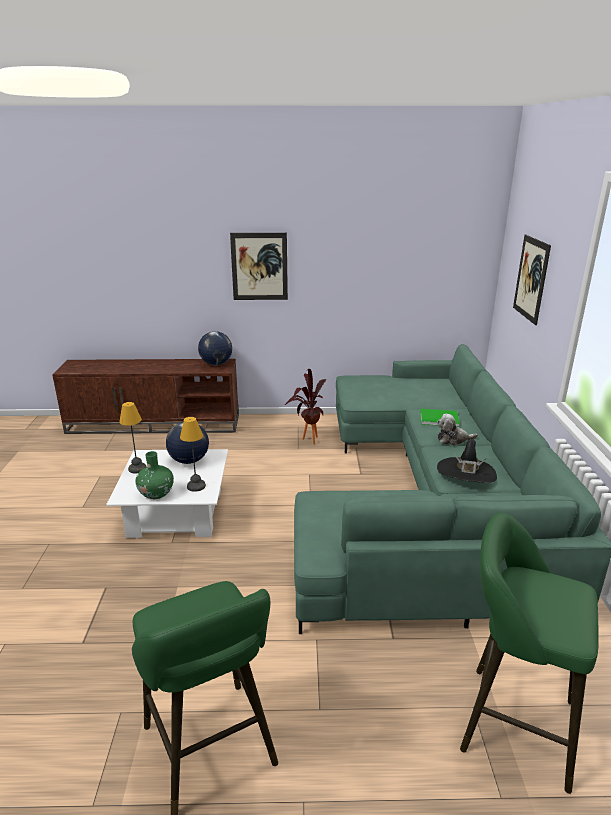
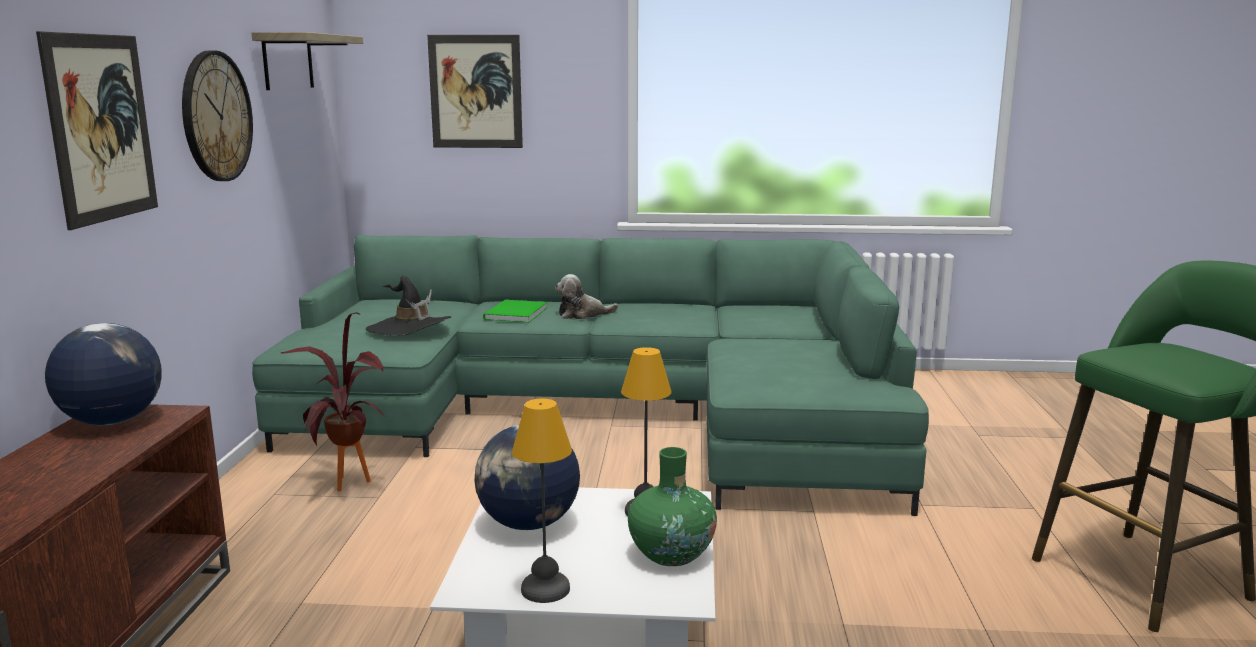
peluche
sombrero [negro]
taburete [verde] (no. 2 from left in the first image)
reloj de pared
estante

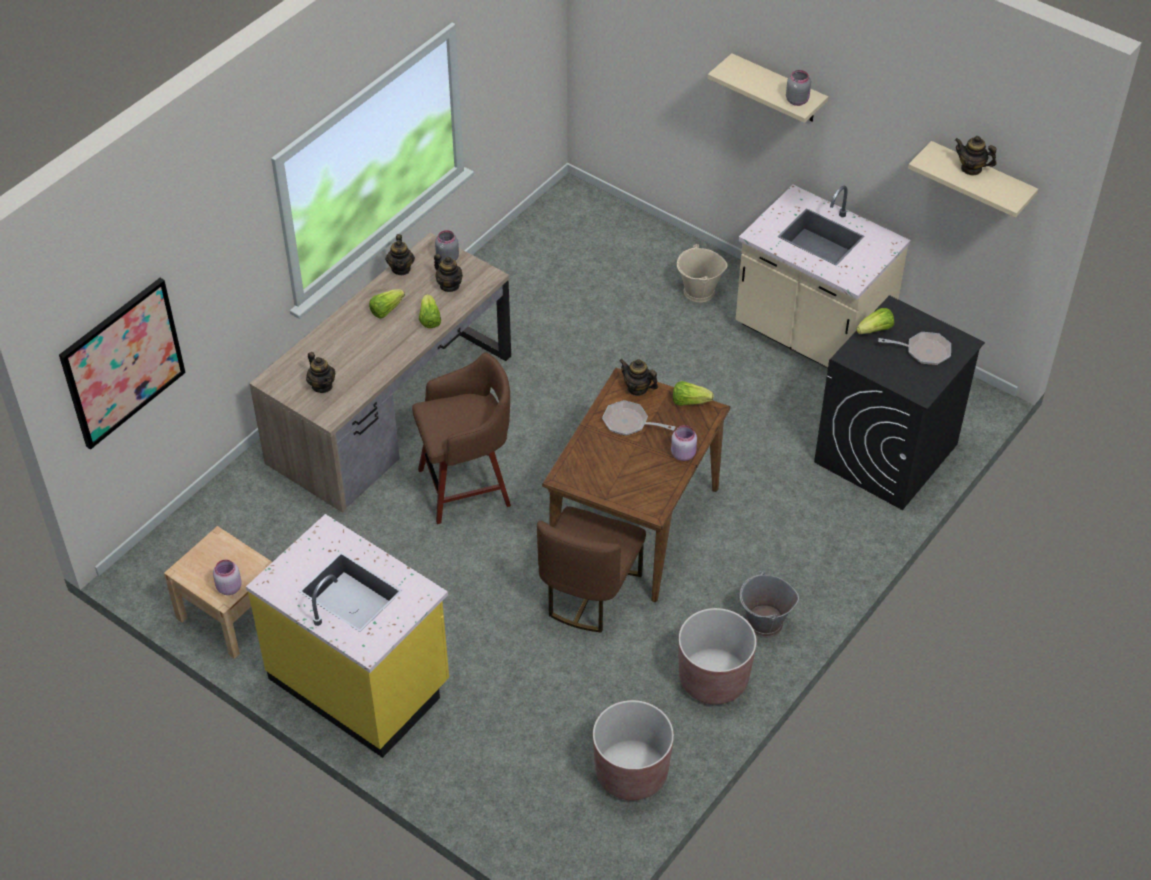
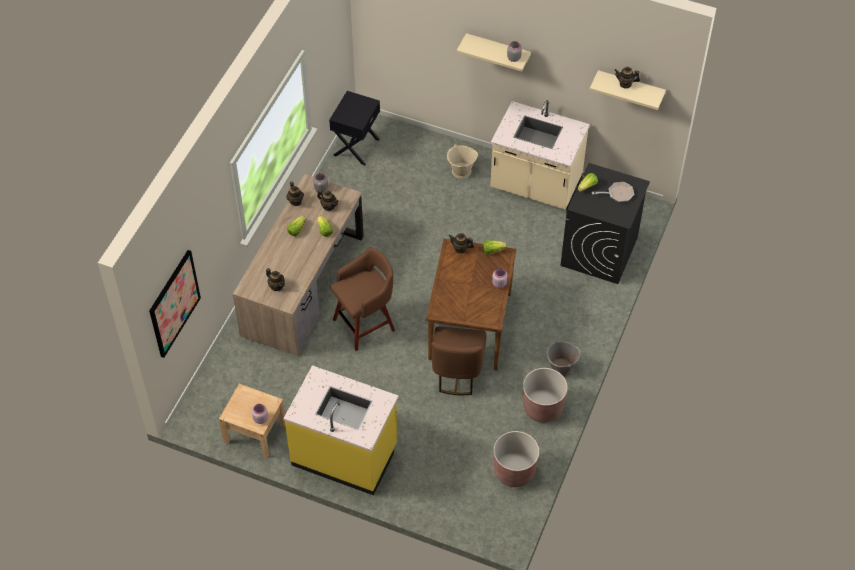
sartén (no. 1 from left in the first image)
mesita de noche [negro]

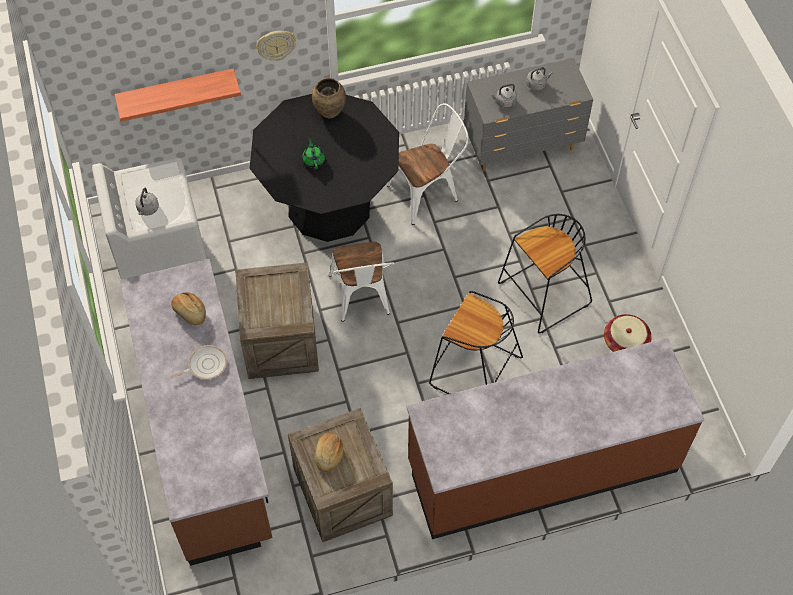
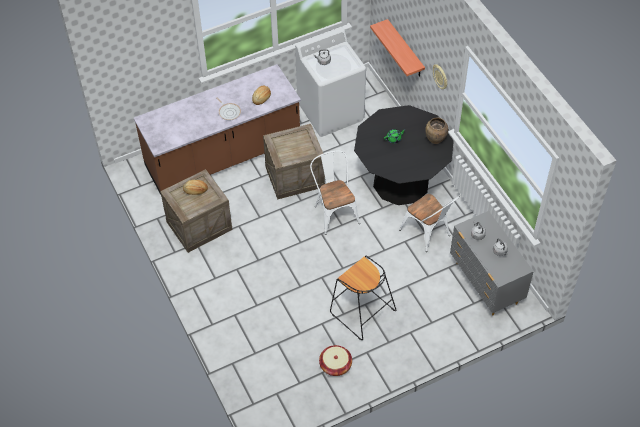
silla [blanco] (no. 1 from left)
mueble bajo de cocina [marrón] (no. 2 from left in the first image)
taburete [negro] (no. 1 from left in the first image)

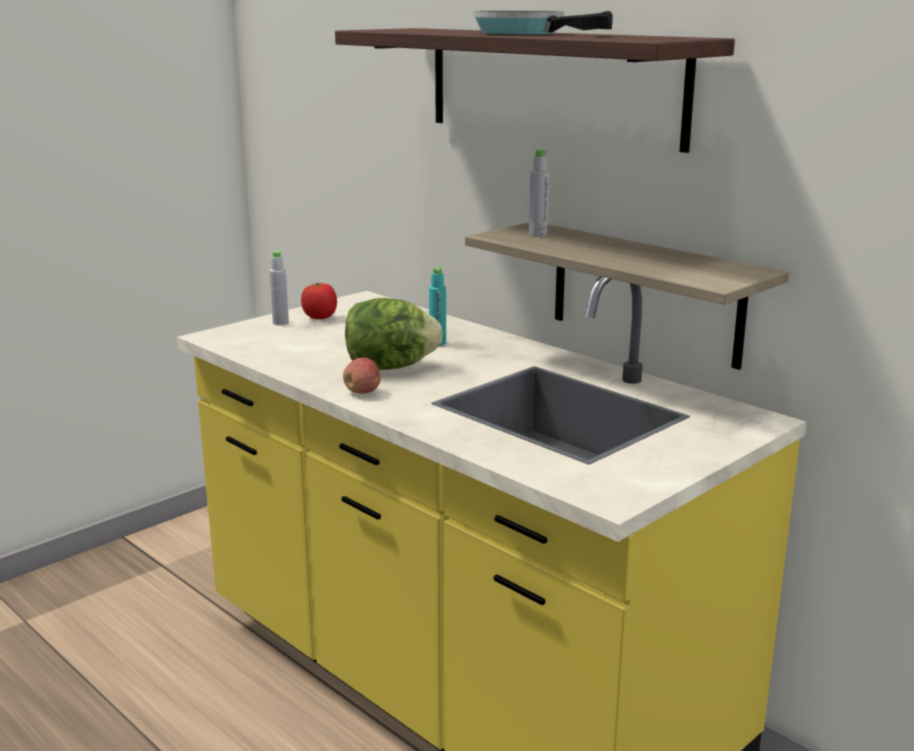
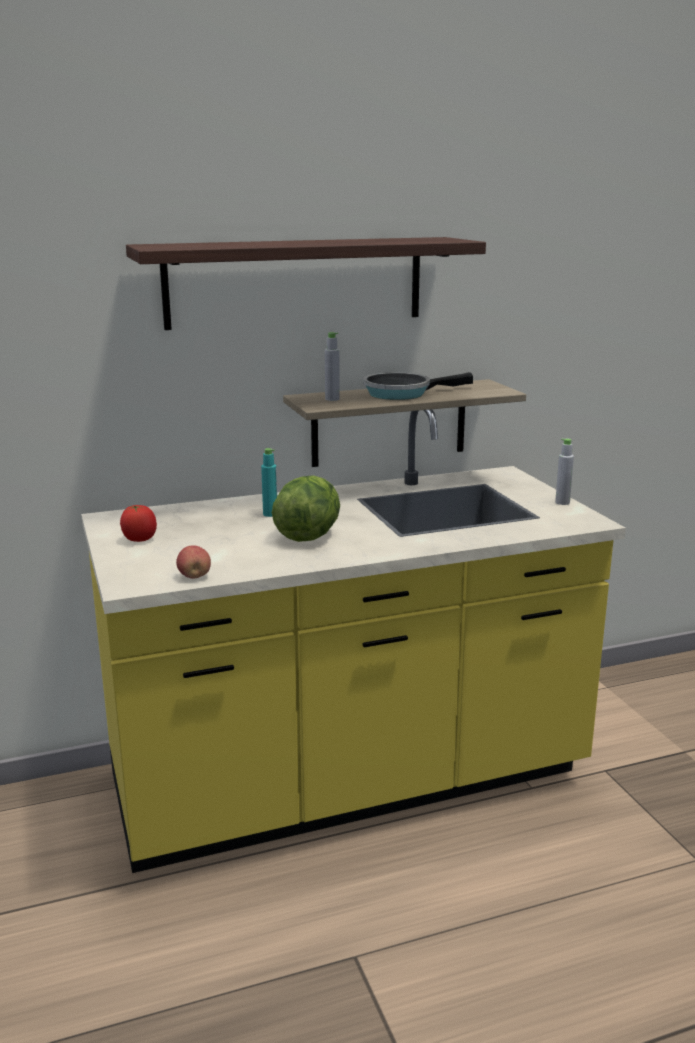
botella [gris] (no. 2 from left)
manzana
sartén

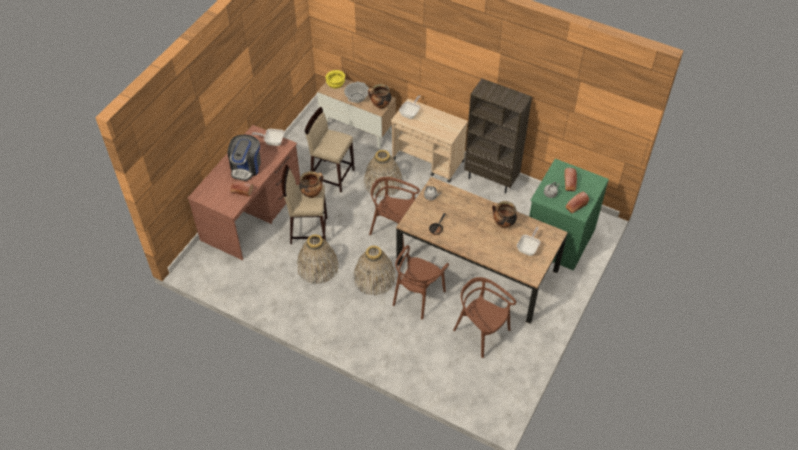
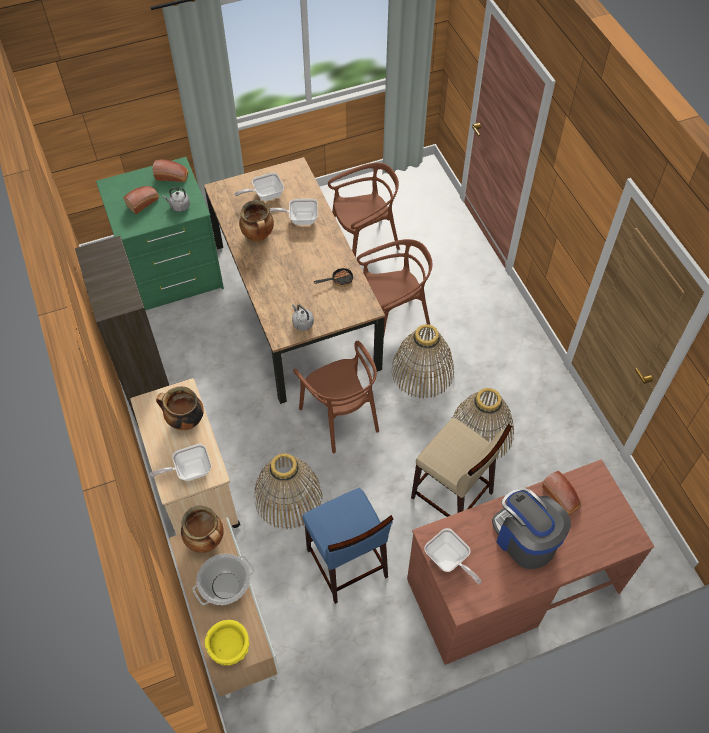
cafetera
olla (no. 1 from left)
taburete [azul]
silla [marrón] (no. 2 from left)
sartén (no. 3 from left)

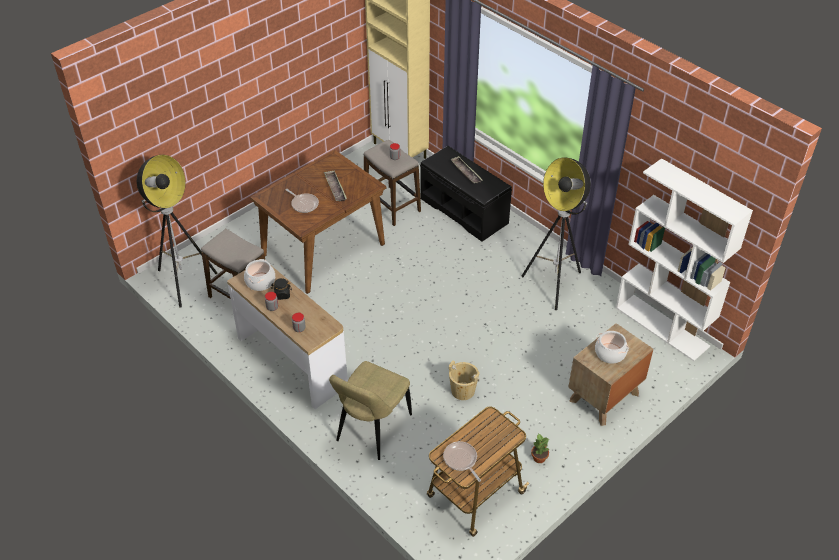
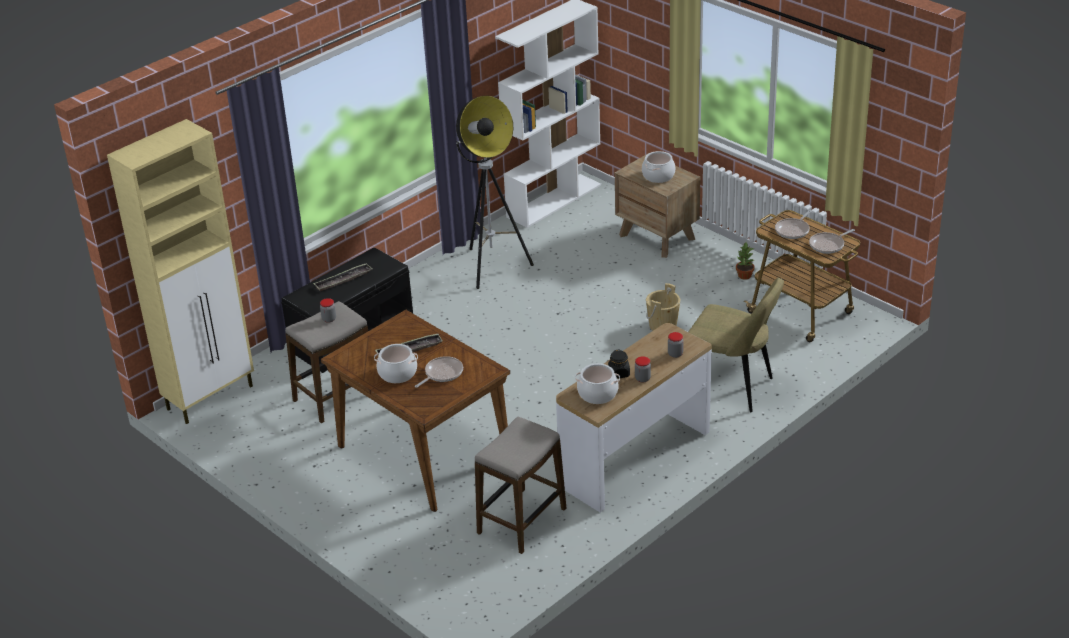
lámpara de pie (no. 1 from left in the first image)
olla (no. 1 from left)
sartén (no. 2 from left)

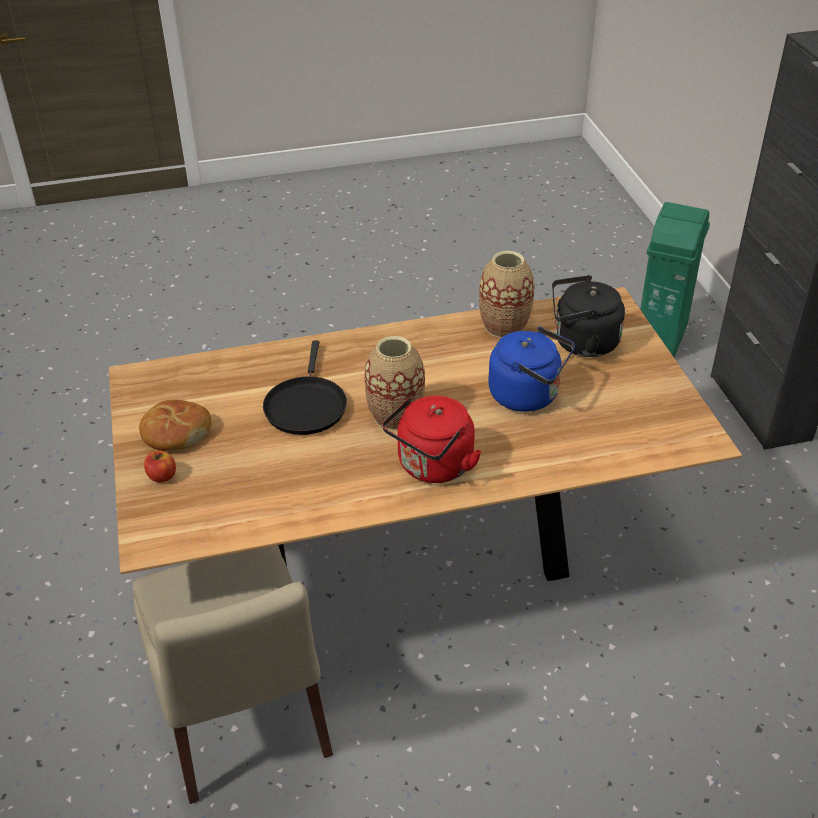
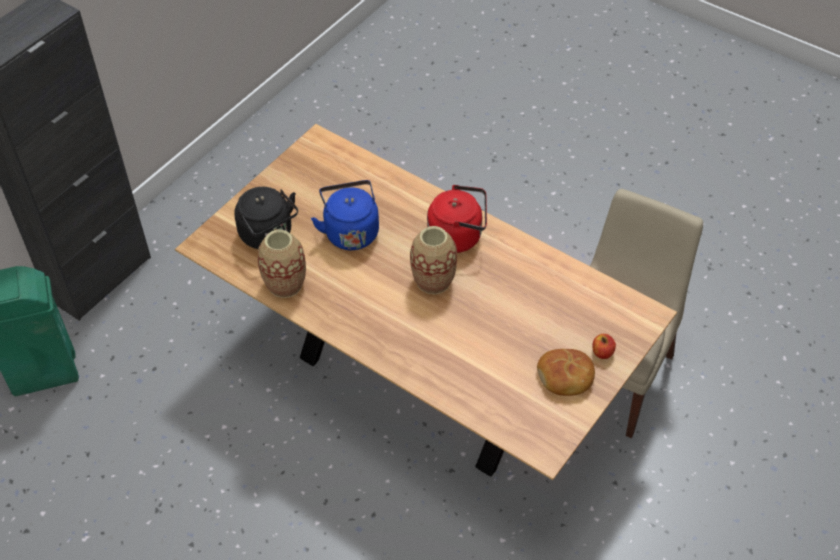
sartén [negro]

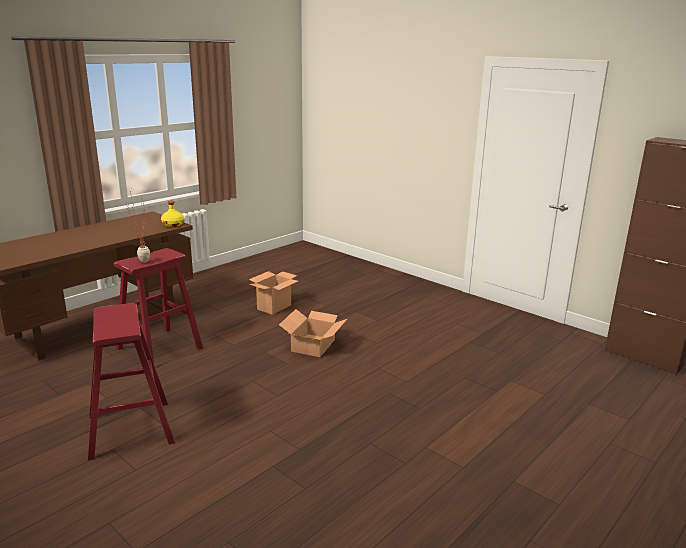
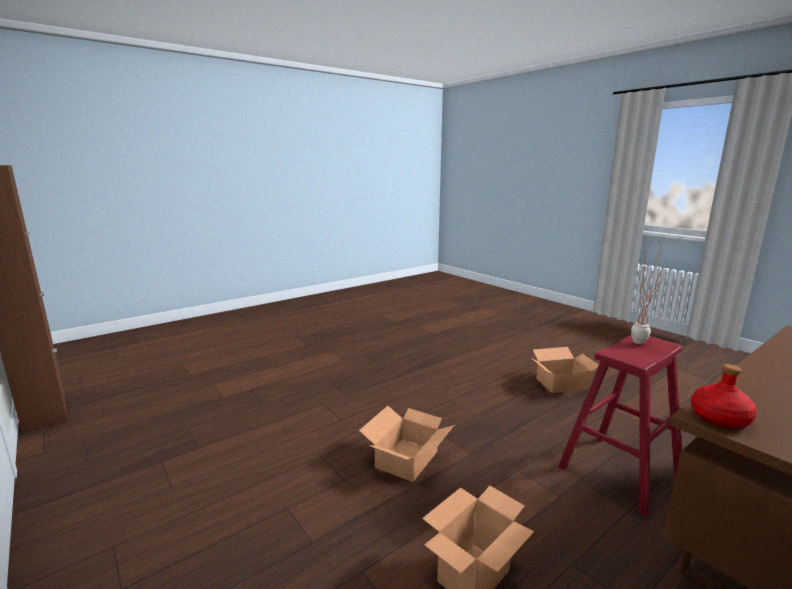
caja de cartón (no. 3 from left)
botella [rojo]

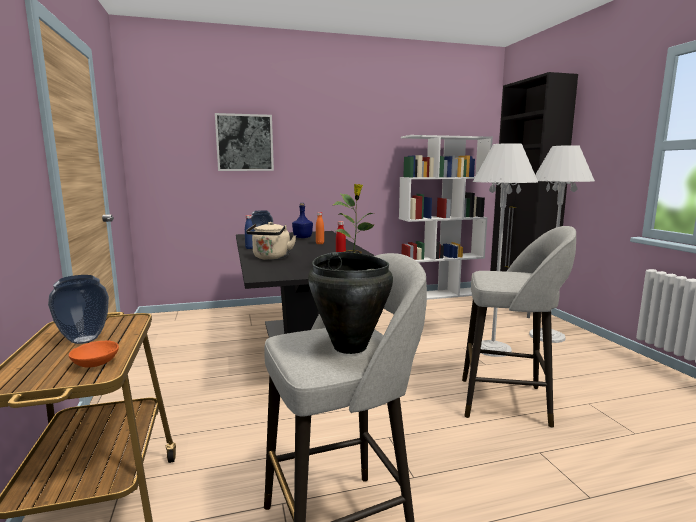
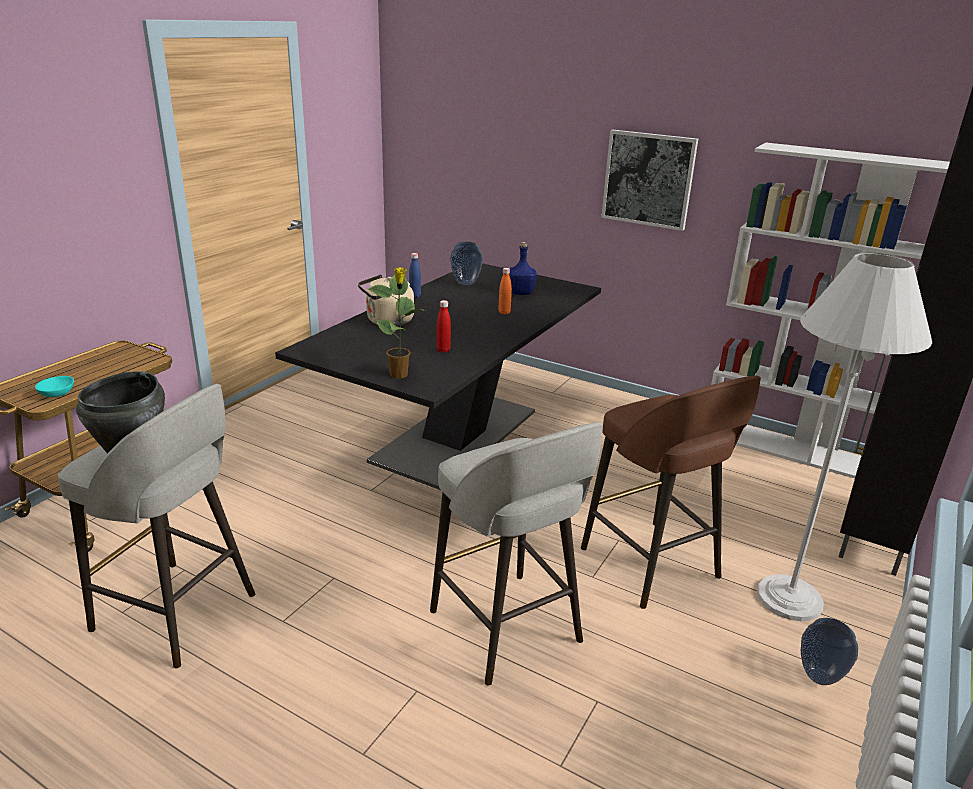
florero (no. 2 from left)
cuenco [turquesa]
cuadro
taburete [marrón]

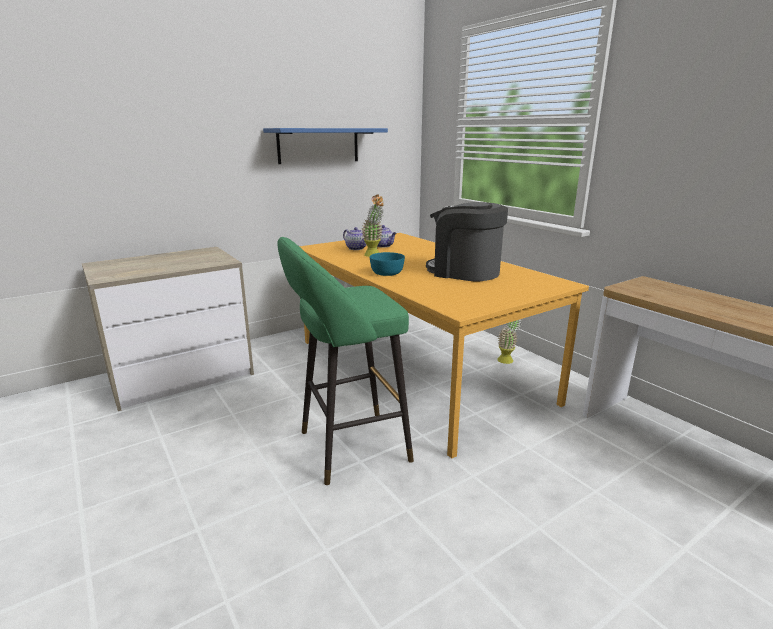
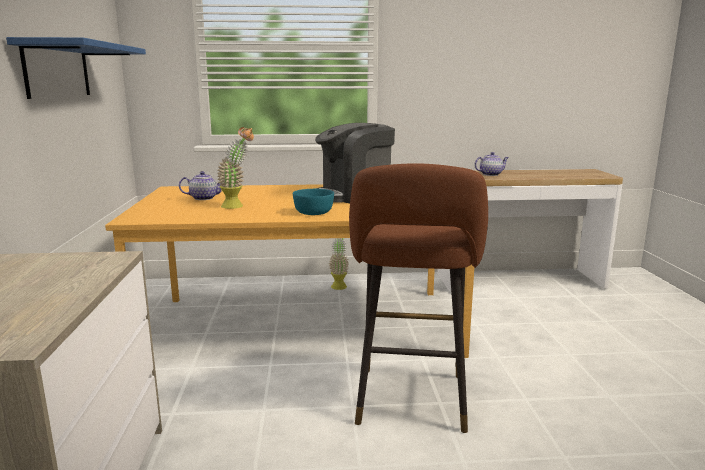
taburete [marrón]
tetera (no. 2 from left)

